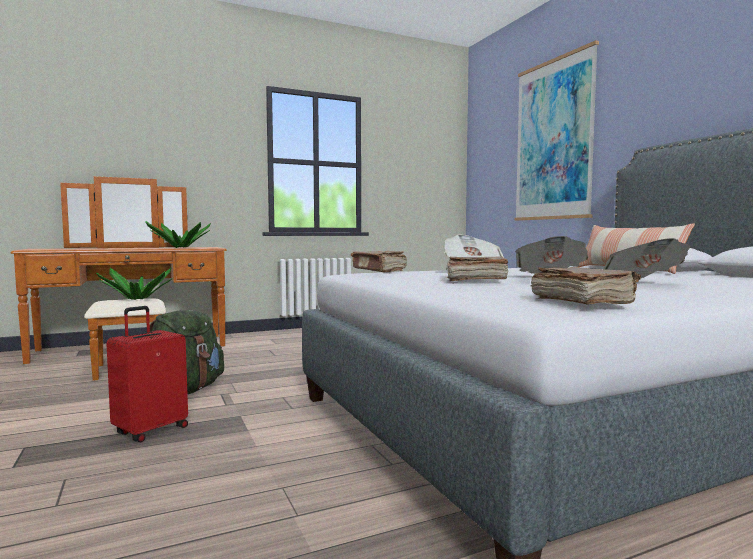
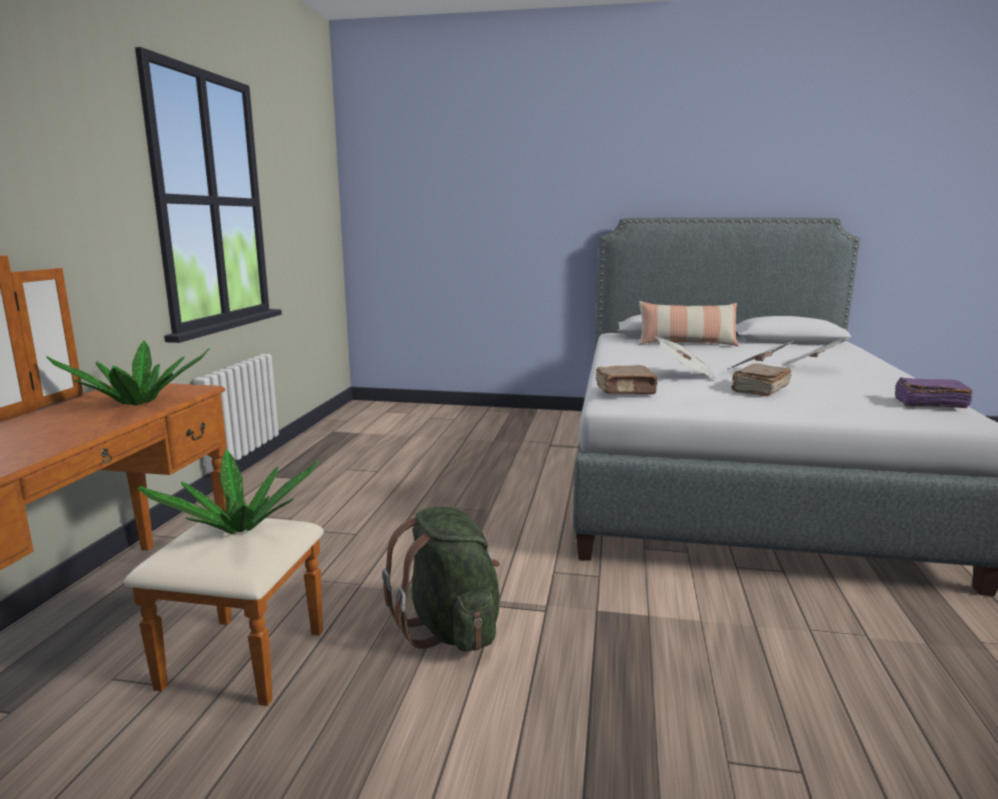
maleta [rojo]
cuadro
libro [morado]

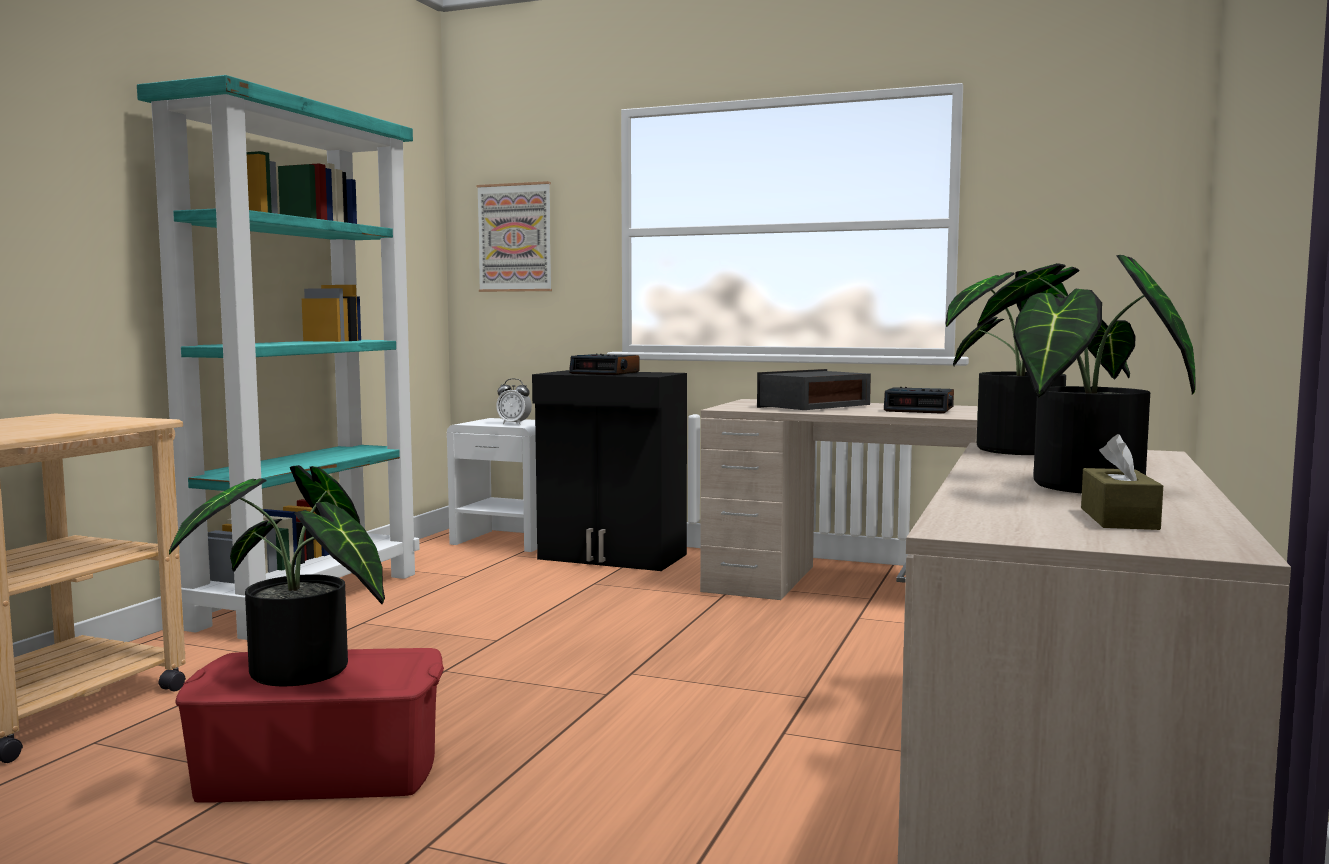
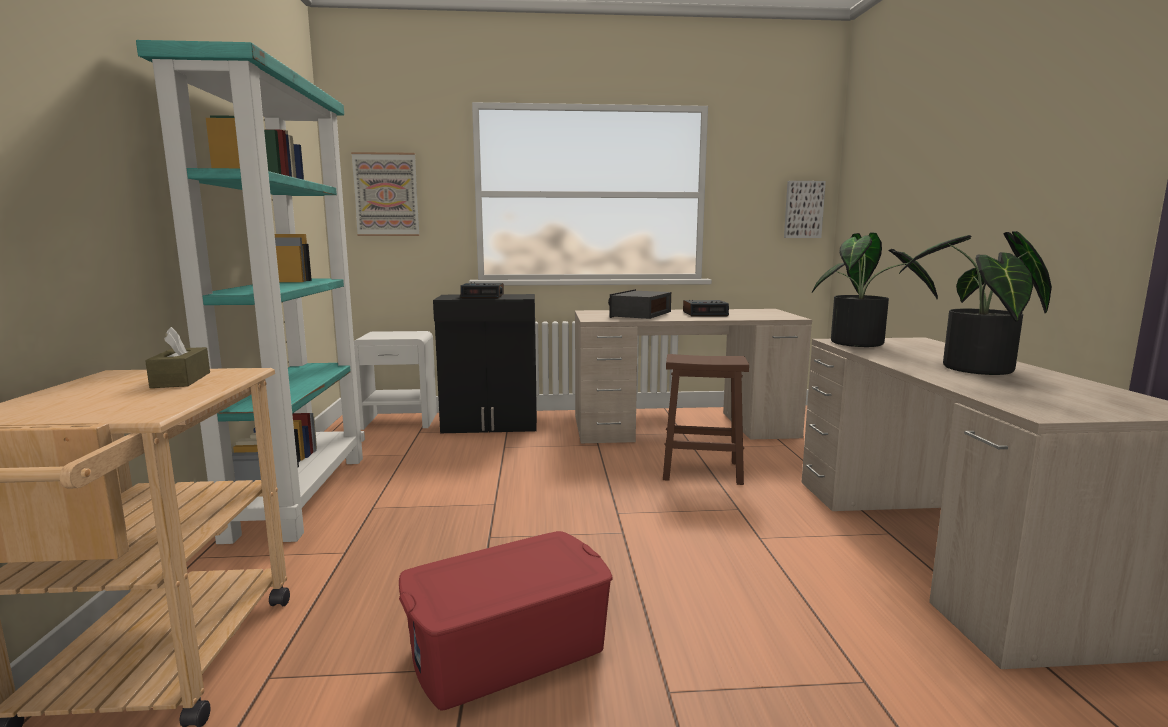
planta en maceta (no. 1 from left in the first image)
despertador (no. 1 from left in the first image)
caja de pañuelos [marrón]
taburete [marrón]
cuadro (no. 2 from left)

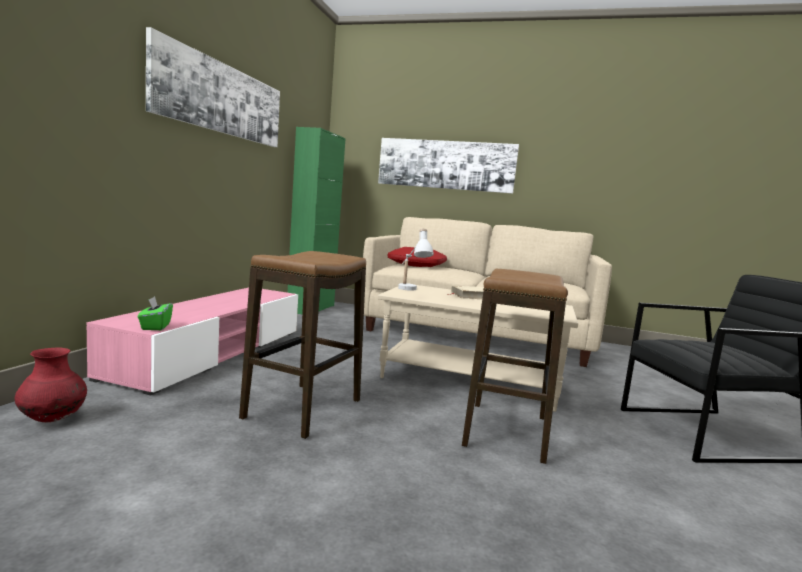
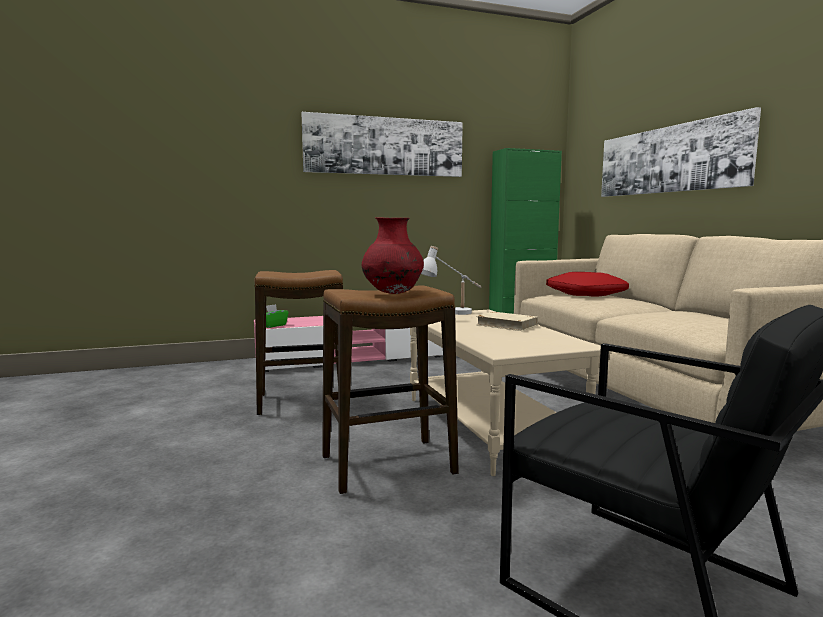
florero [rojo]

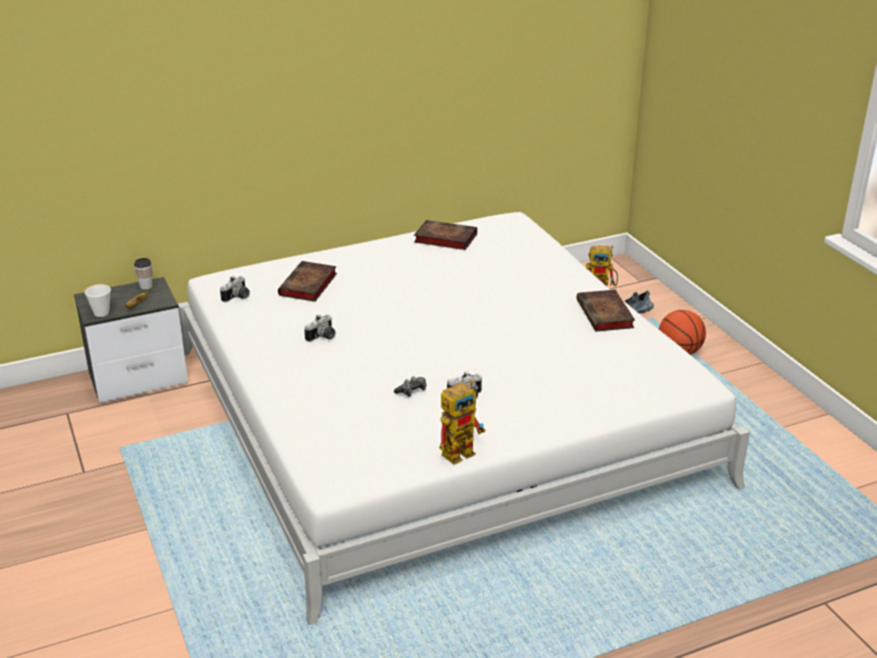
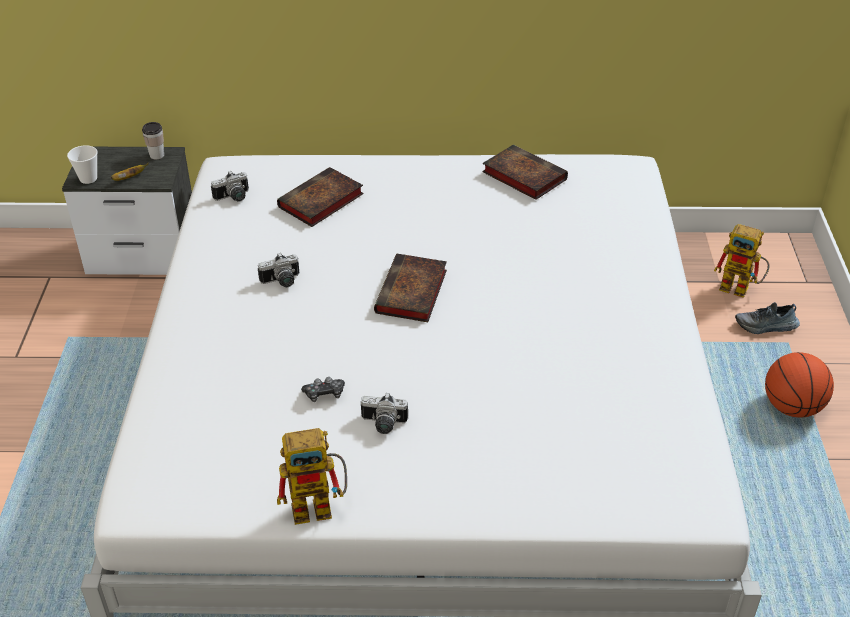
libro (no. 2 from left)

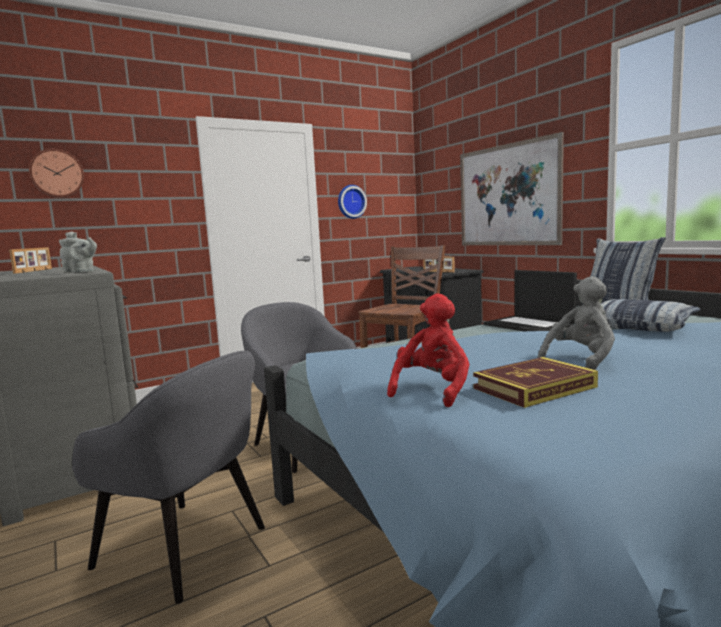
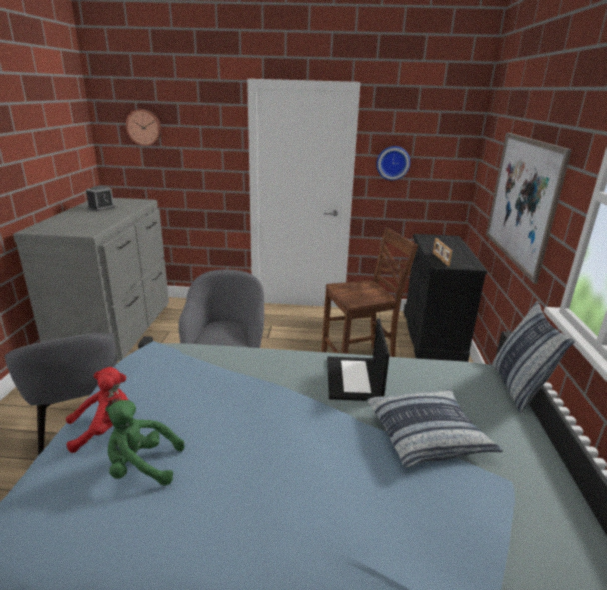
despertador
tetera [gris]
peluche [verde]
peluche [gris]

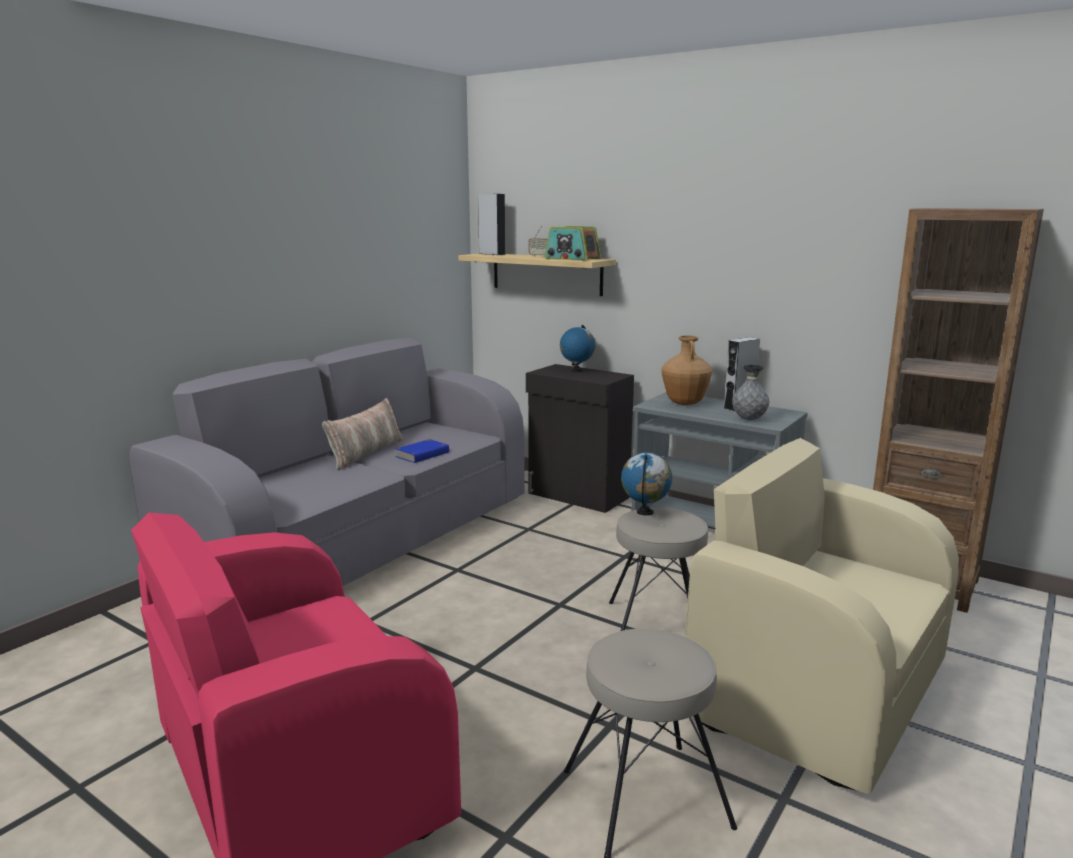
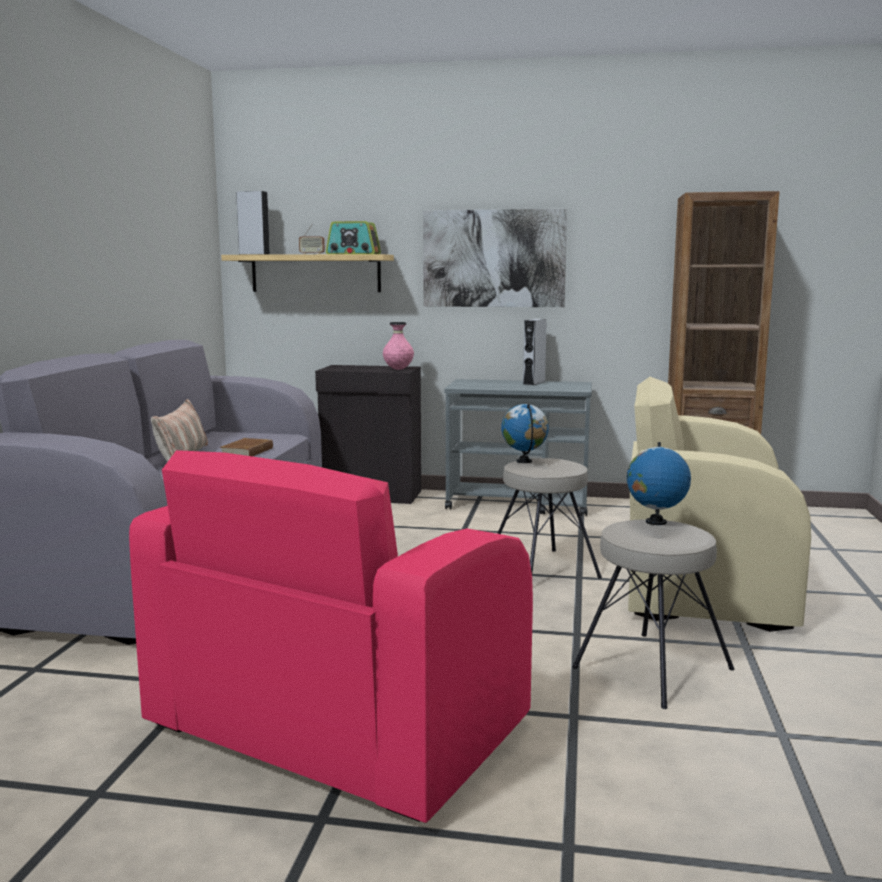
libro [marrón]
globo terráqueo (no. 2 from left)
florero [marrón]
florero [gris]
florero [rosa]
cuadro

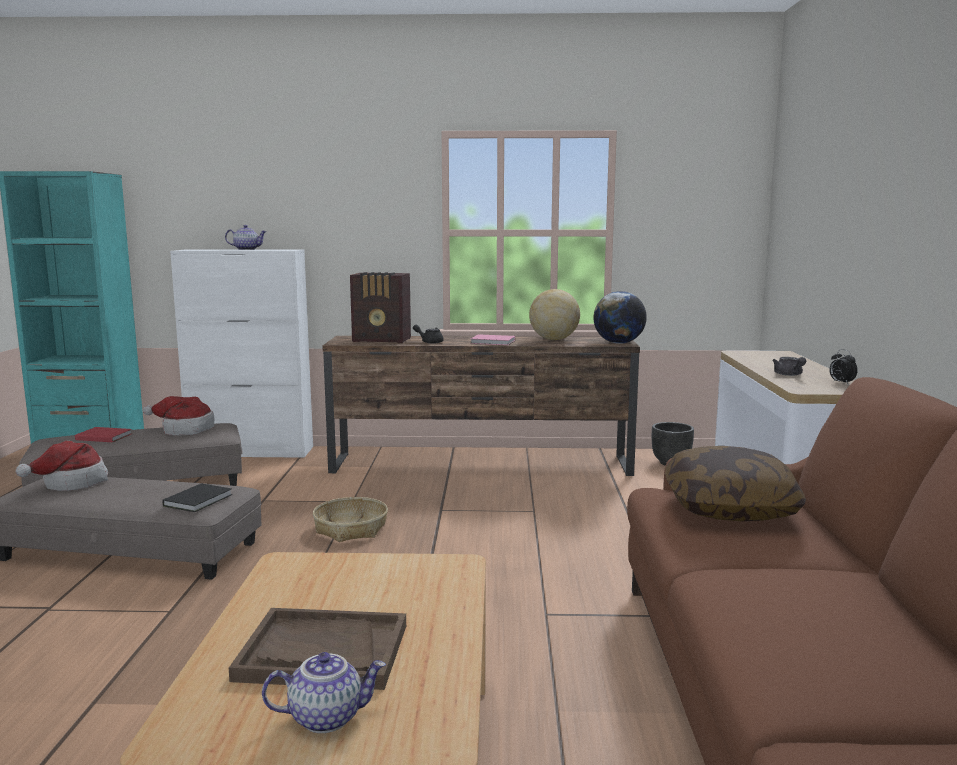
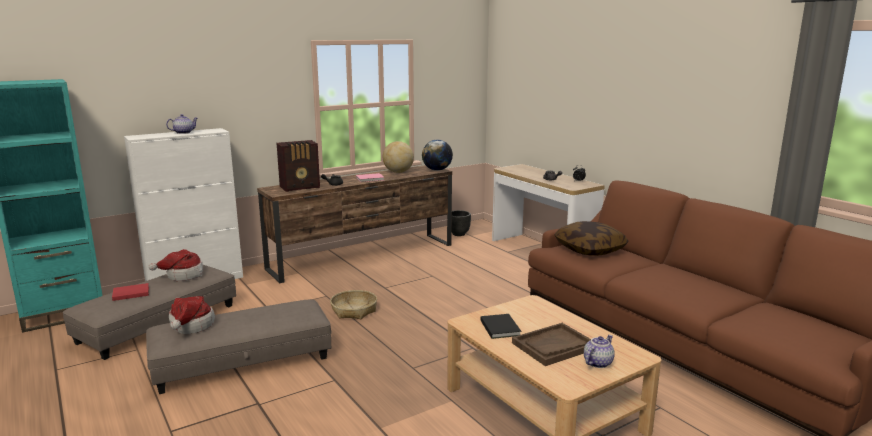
libro [negro]

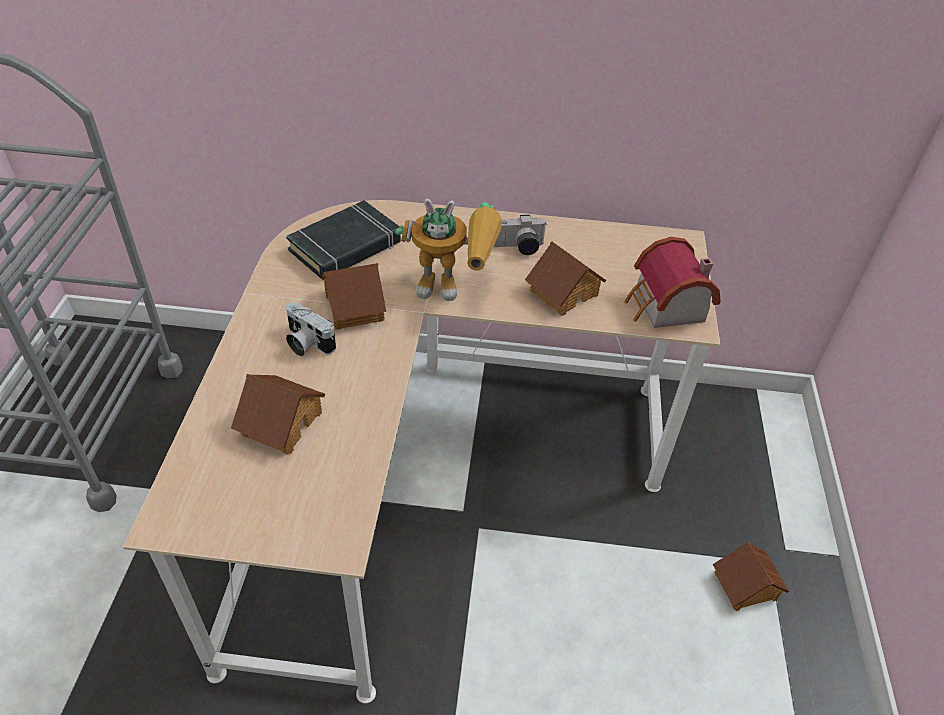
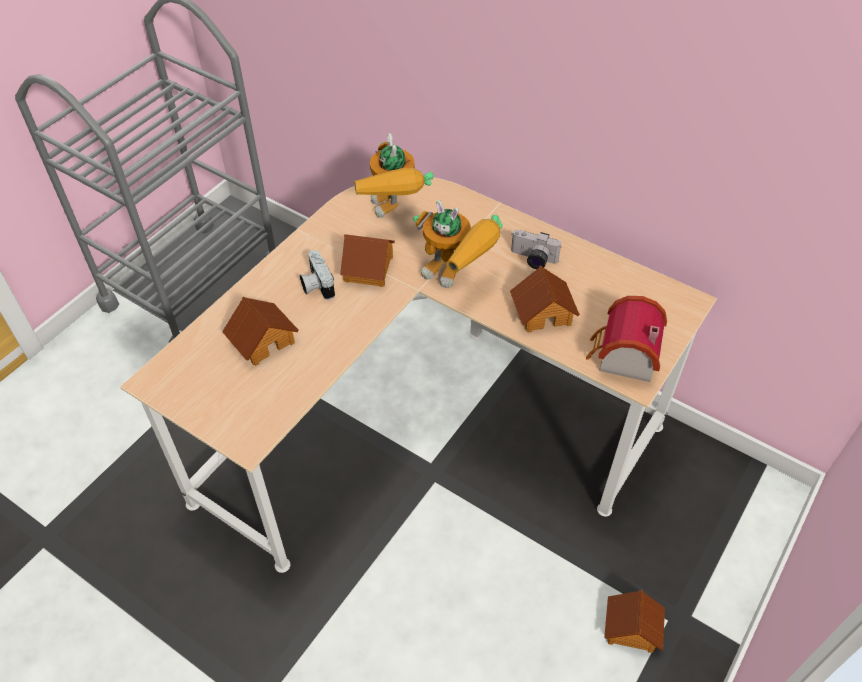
robot de juguete (no. 1 from left)

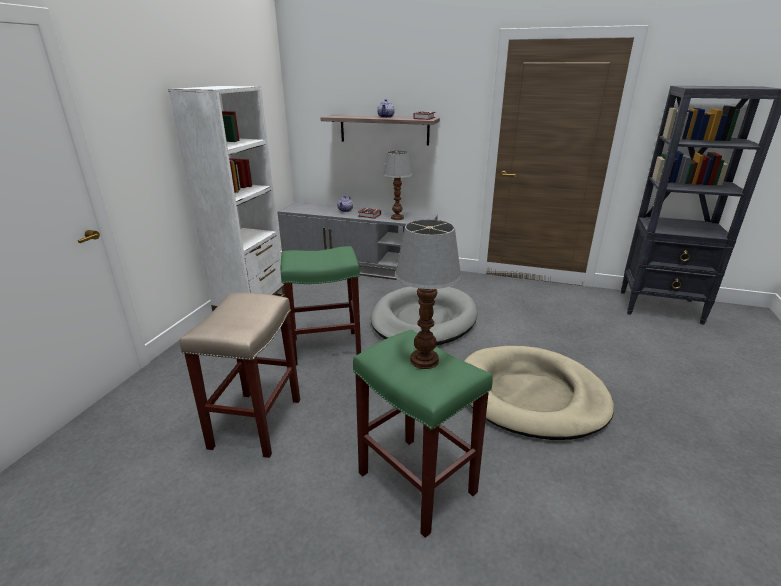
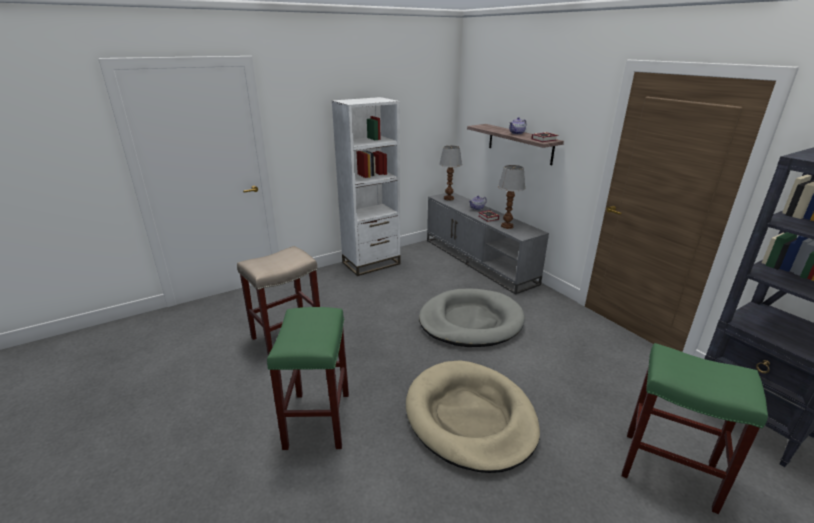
taburete [verde] (no. 2 from left)
lámpara de mesa (no. 1 from left)

